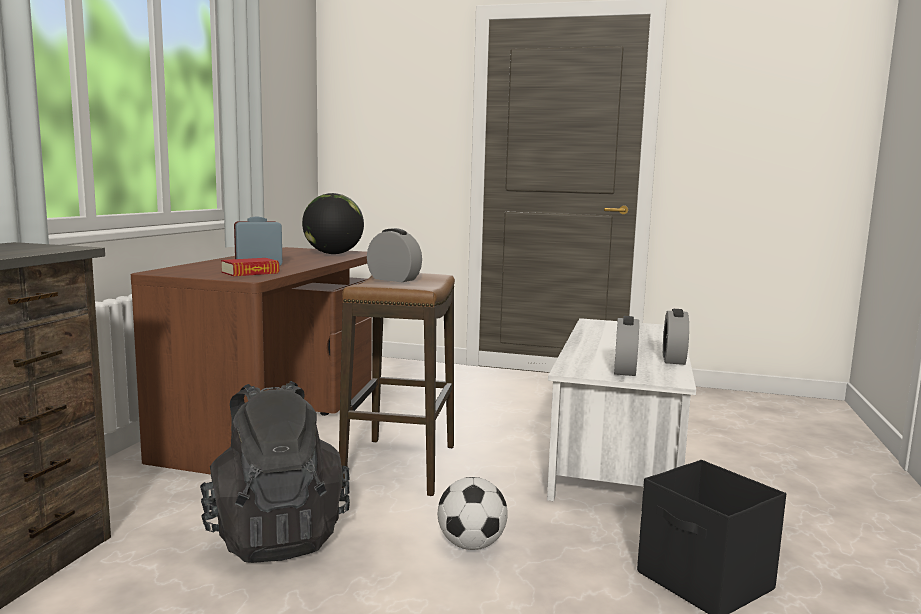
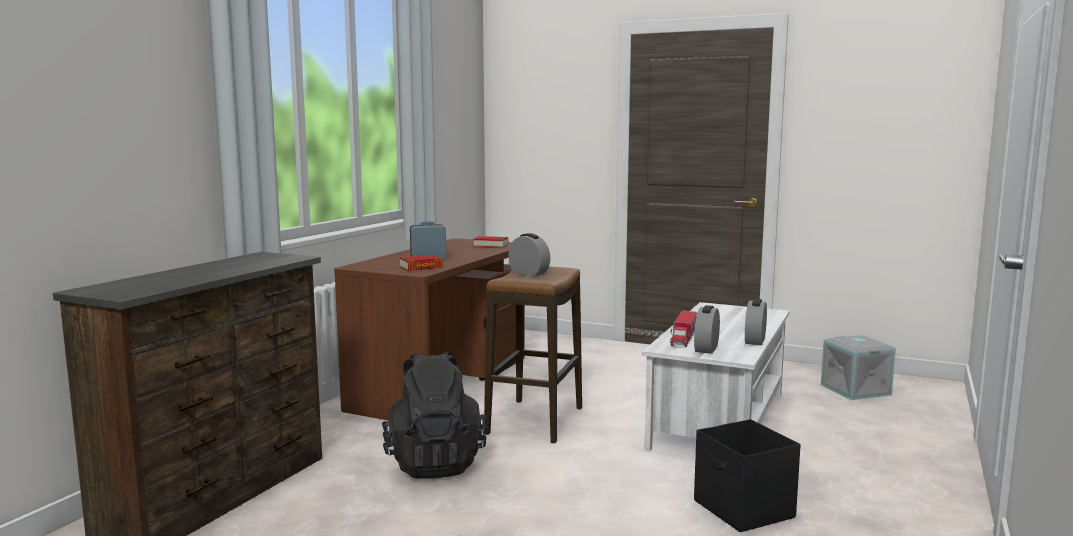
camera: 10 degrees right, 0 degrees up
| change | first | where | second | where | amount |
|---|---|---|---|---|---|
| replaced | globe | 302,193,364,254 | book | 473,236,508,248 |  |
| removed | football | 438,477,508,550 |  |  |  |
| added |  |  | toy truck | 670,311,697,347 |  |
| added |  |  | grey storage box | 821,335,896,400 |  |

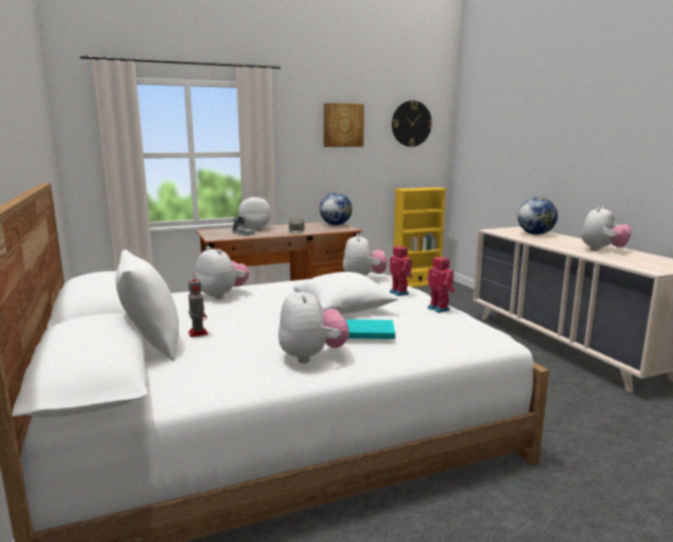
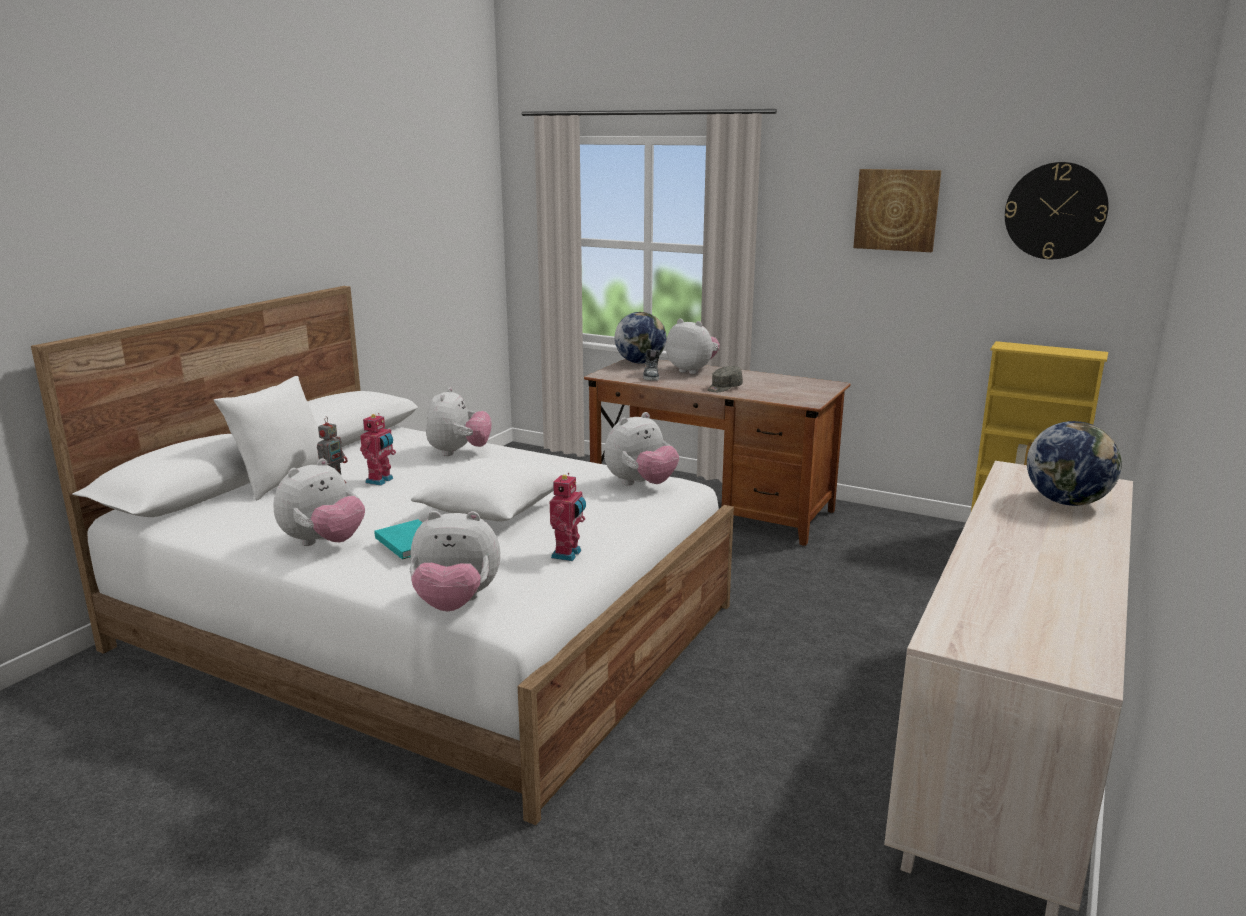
camera: 50 degrees right, 5 degrees up
| change | first | where | second | where | amount |
|---|---|---|---|---|---|
| moved | globe | 320,193,352,225 |  | 615,312,666,364 |  |
| moved | toy robot | 389,245,413,296 |  | 360,413,396,486 |  |
| moved | plush toy | 581,206,631,251 |  | 410,511,500,611 |  |

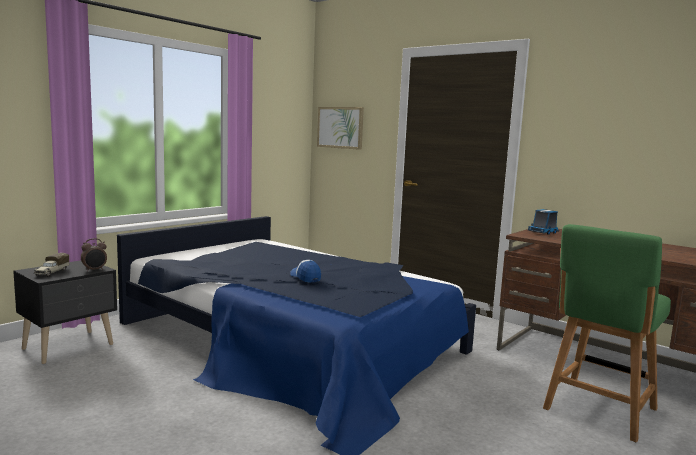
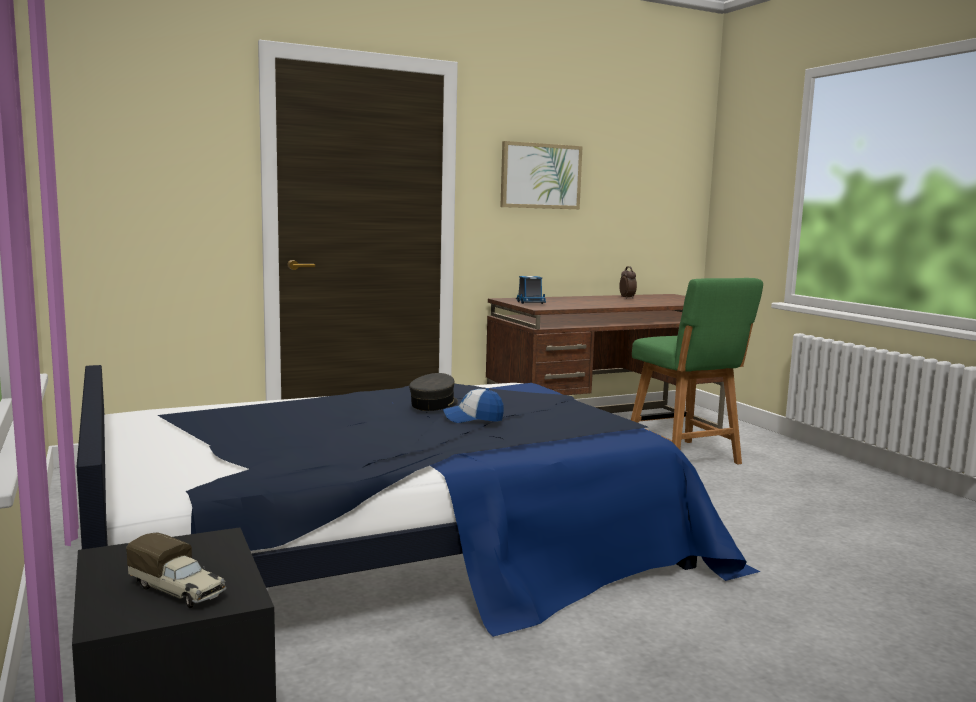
camera: 65 degrees left, 0 degrees up
| change | first | where | second | where | amount |
|---|---|---|---|---|---|
| moved | alarm clock | 81,238,107,272 |  | 619,266,637,299 |  |
| moved | picture | 317,107,364,150 |  | 500,141,583,209 |  |
| added |  |  | grey cap | 409,373,458,411 |  |

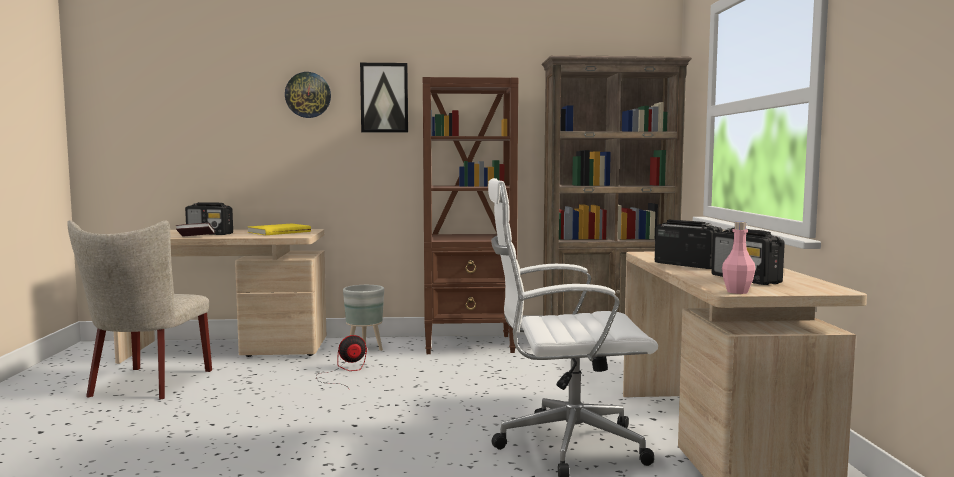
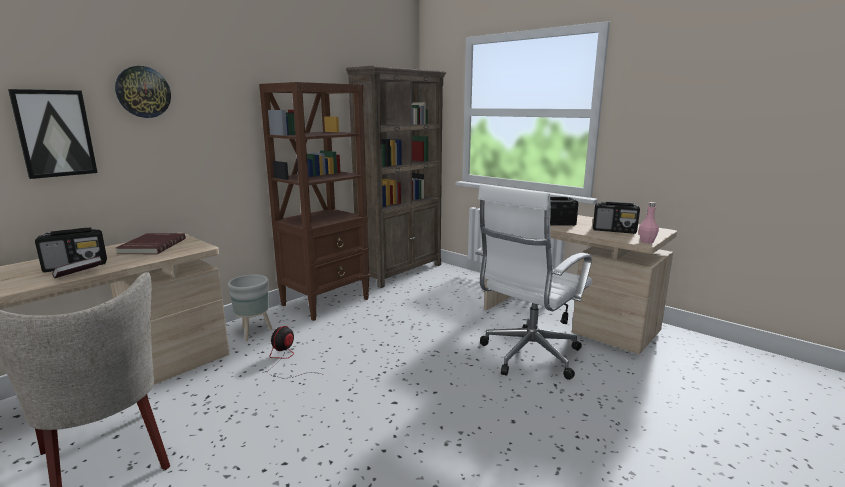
camera: 45 degrees left, 10 degrees up
| change | first | where | second | where | amount |
|---|---|---|---|---|---|
| recoloured | yellow book | 248,223,311,235 | red book | 116,233,186,254 |  |
| moved | picture | 360,63,408,133 |  | 8,89,98,179 |  |

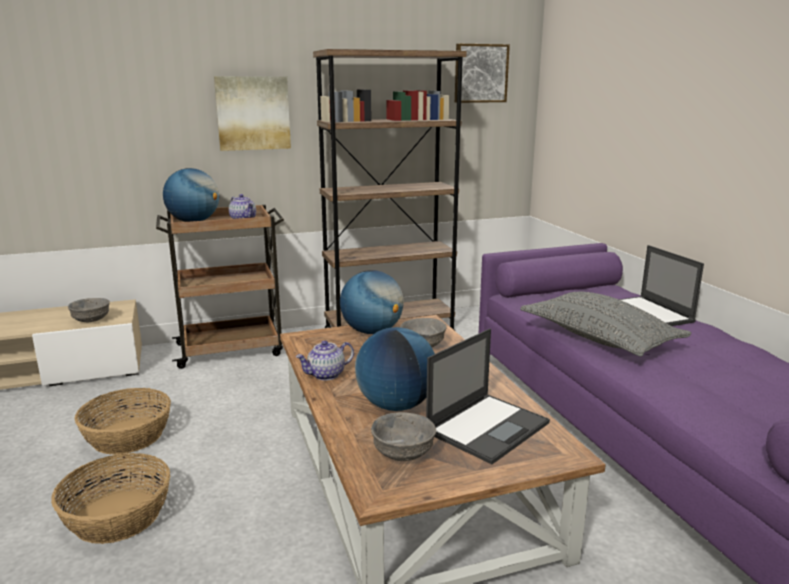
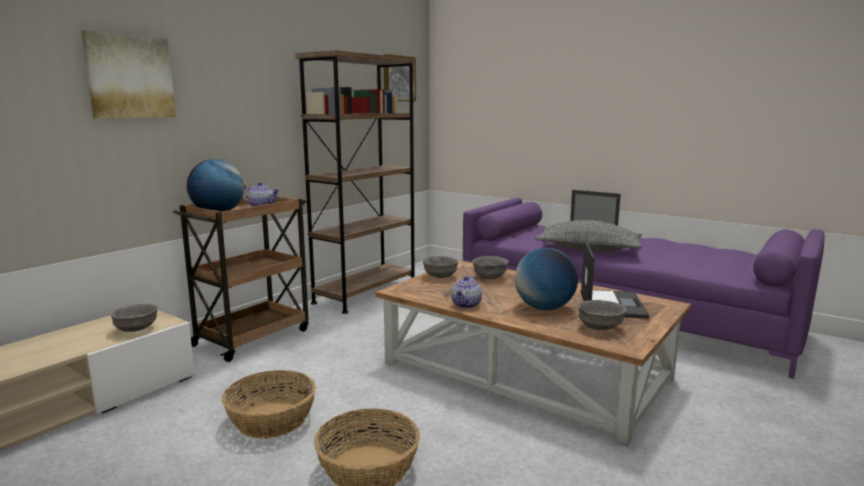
camera: 35 degrees left, 5 degrees down
| change | first | where | second | where | amount |
|---|---|---|---|---|---|
| moved | picture | 214,76,291,151 |  | 81,30,176,119 |  |
| replaced | globe | 340,270,404,334 | grey bowl | 423,256,458,278 |  |

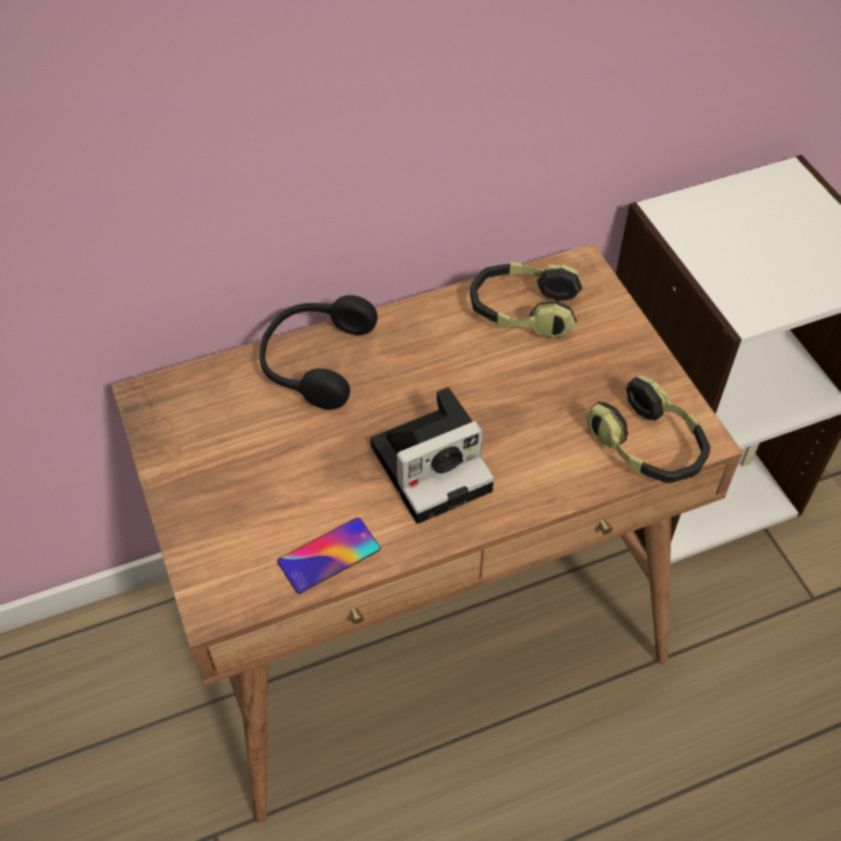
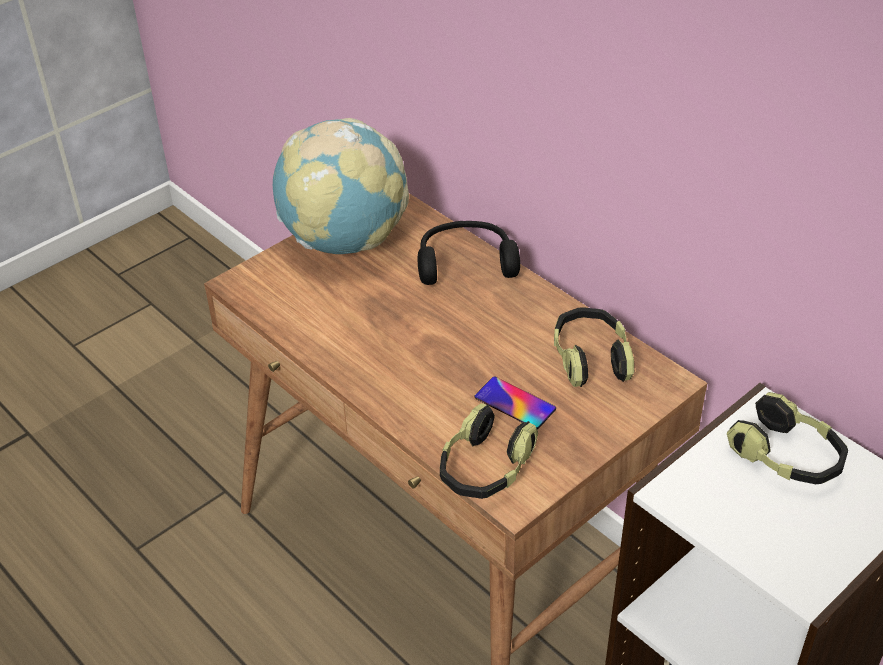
camera: 70 degrees right, 10 degrees down
| change | first | where | second | where | amount |
|---|---|---|---|---|---|
| moved | phone | 277,517,380,594 |  | 474,377,556,429 |  |
| removed | photo camera | 370,387,494,524 |  |  |  |
| added |  |  | globe | 273,118,409,254 |  |
| added |  |  | headphones | 727,392,848,484 |  |

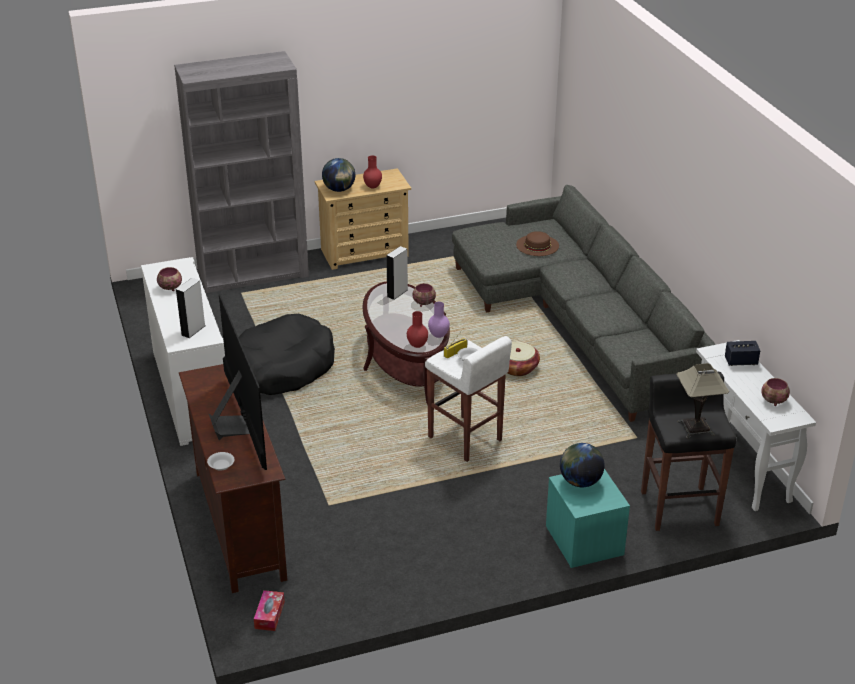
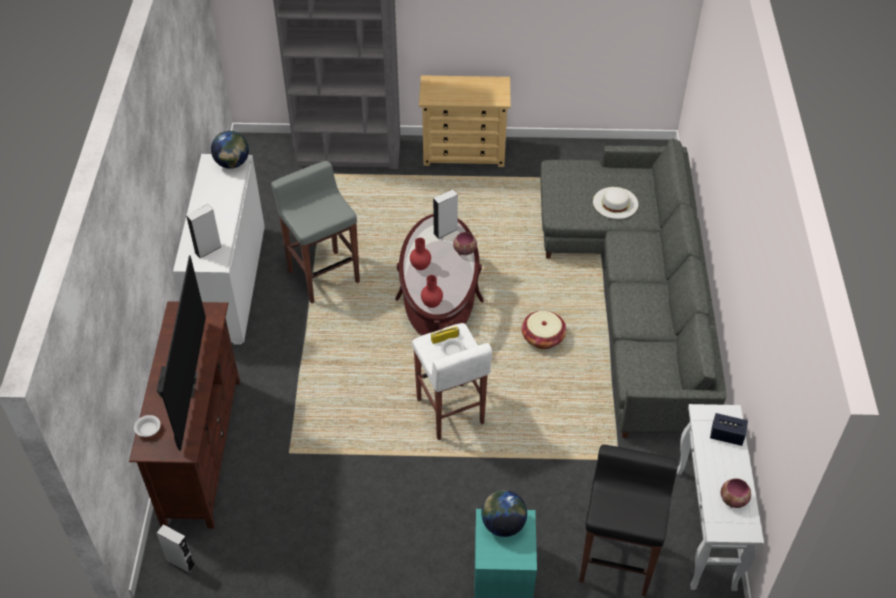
camera: 20 degrees right, 15 degrees up
| change | first | where | second | where | amount |
|---|---|---|---|---|---|
| removed | bowl | 157,267,182,291 |  |  |  |
| replaced | black dog bed | 239,314,335,395 | grey stool | 271,161,360,304 |  |
| replaced | tissue box | 254,590,285,631 | grey speaker | 156,525,196,573 |  |
| moved | globe | 322,158,355,192 |  | 211,131,249,169 |  |
| moved | red vase | 363,155,382,189 |  | 410,238,431,270 |  |
| removed | purple vase | 428,302,450,338 |  |  |  |
| recoloured | brown hat | 516,231,559,256 | white hat | 593,187,638,219 |  |
| removed | table lamp | 676,363,729,439 |  |  |  |

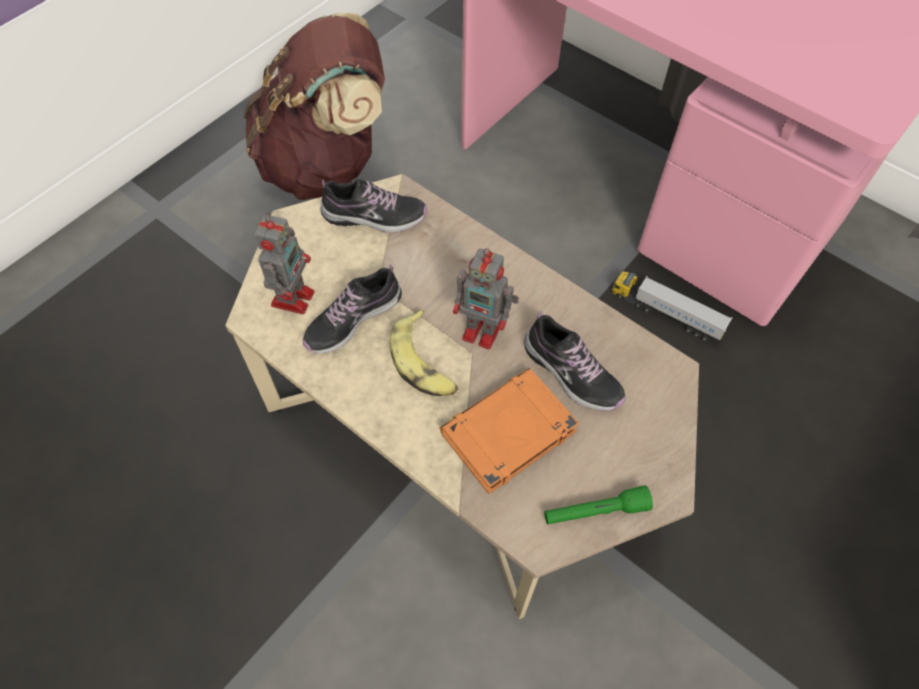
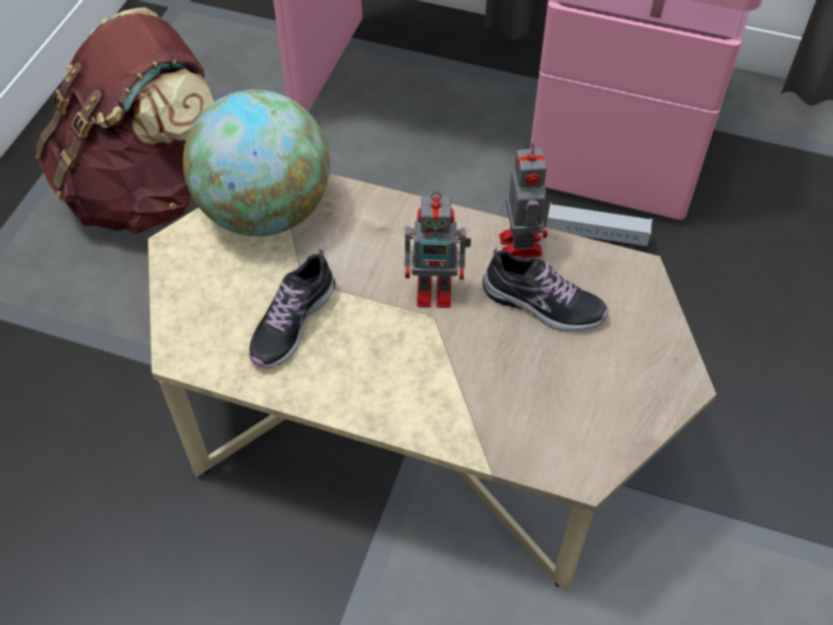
camera: 20 degrees left, 5 degrees down
| change | first | where | second | where | amount |
|---|---|---|---|---|---|
| moved | toy robot | 254,213,315,314 |  | 499,144,547,258 |  |
| replaced | shoe | 321,179,427,233 | globe | 183,90,330,237 |  |
| removed | banana | 390,310,459,396 |  |  |  |
| removed | orange book | 440,368,579,494 |  |  |  |
| removed | green flashlight | 544,485,653,524 |  |  |  |

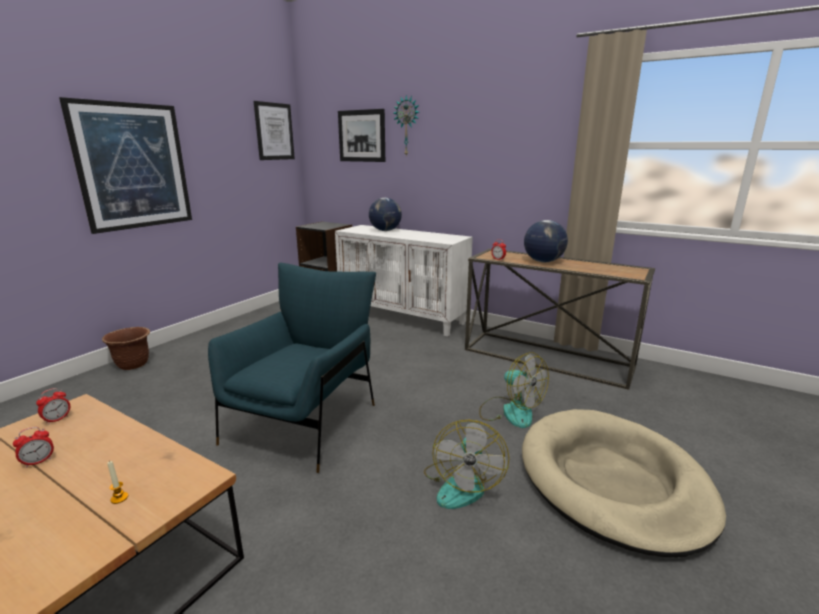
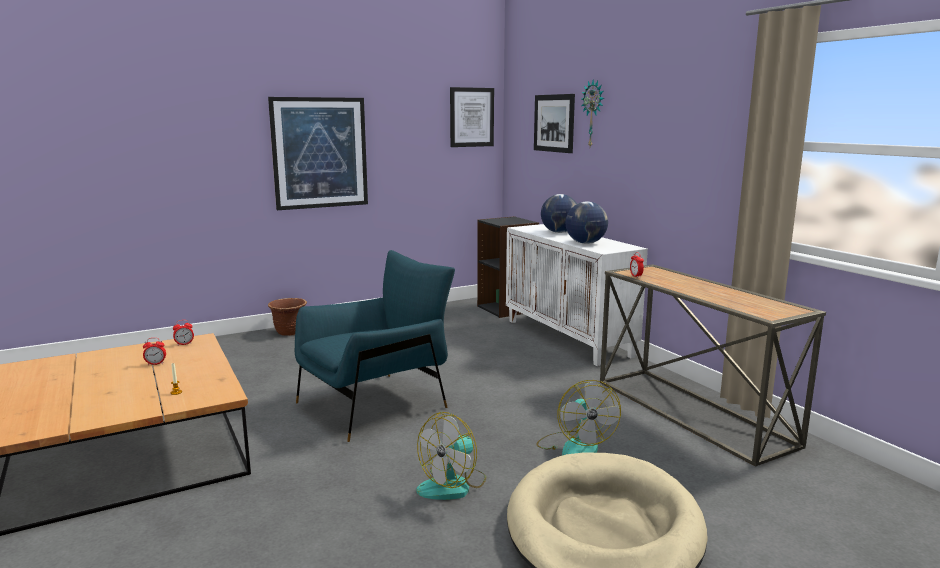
camera: 30 degrees right, 5 degrees down
| change | first | where | second | where | amount |
|---|---|---|---|---|---|
| moved | globe | 524,220,568,262 |  | 565,201,608,244 |  |

